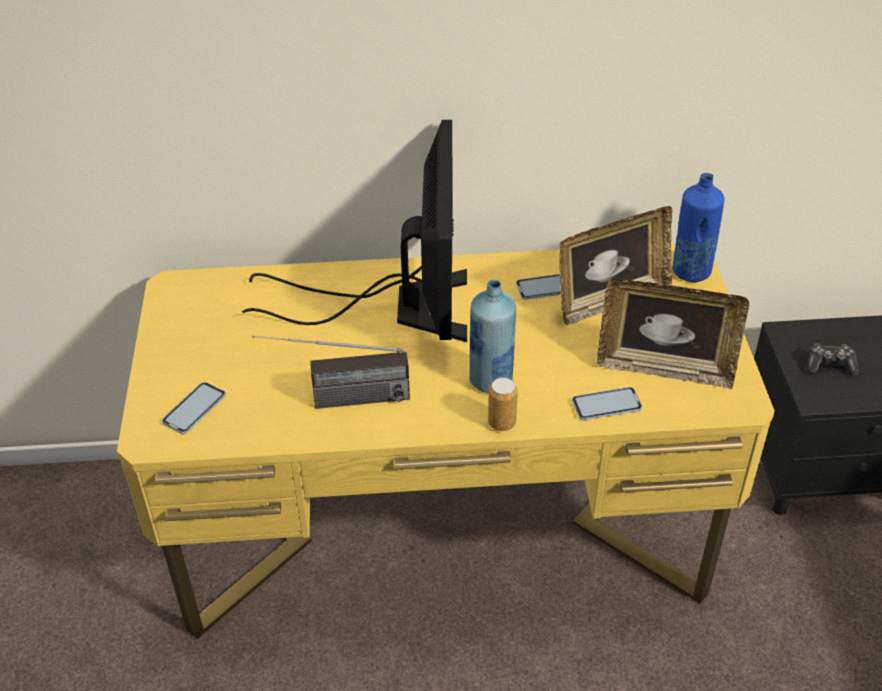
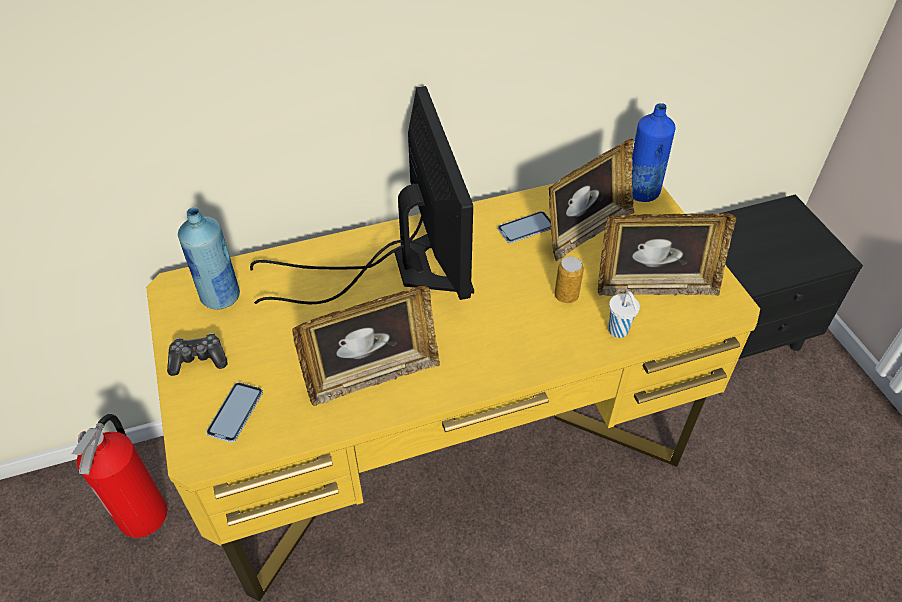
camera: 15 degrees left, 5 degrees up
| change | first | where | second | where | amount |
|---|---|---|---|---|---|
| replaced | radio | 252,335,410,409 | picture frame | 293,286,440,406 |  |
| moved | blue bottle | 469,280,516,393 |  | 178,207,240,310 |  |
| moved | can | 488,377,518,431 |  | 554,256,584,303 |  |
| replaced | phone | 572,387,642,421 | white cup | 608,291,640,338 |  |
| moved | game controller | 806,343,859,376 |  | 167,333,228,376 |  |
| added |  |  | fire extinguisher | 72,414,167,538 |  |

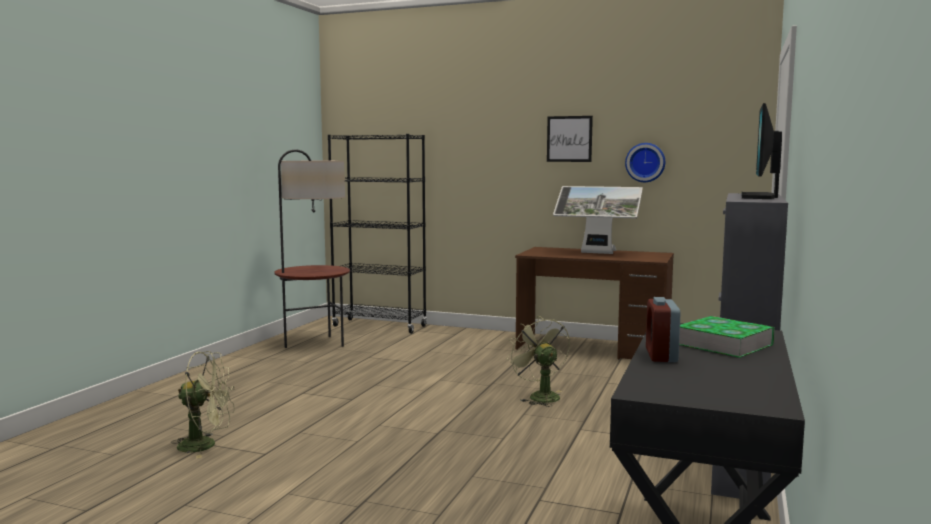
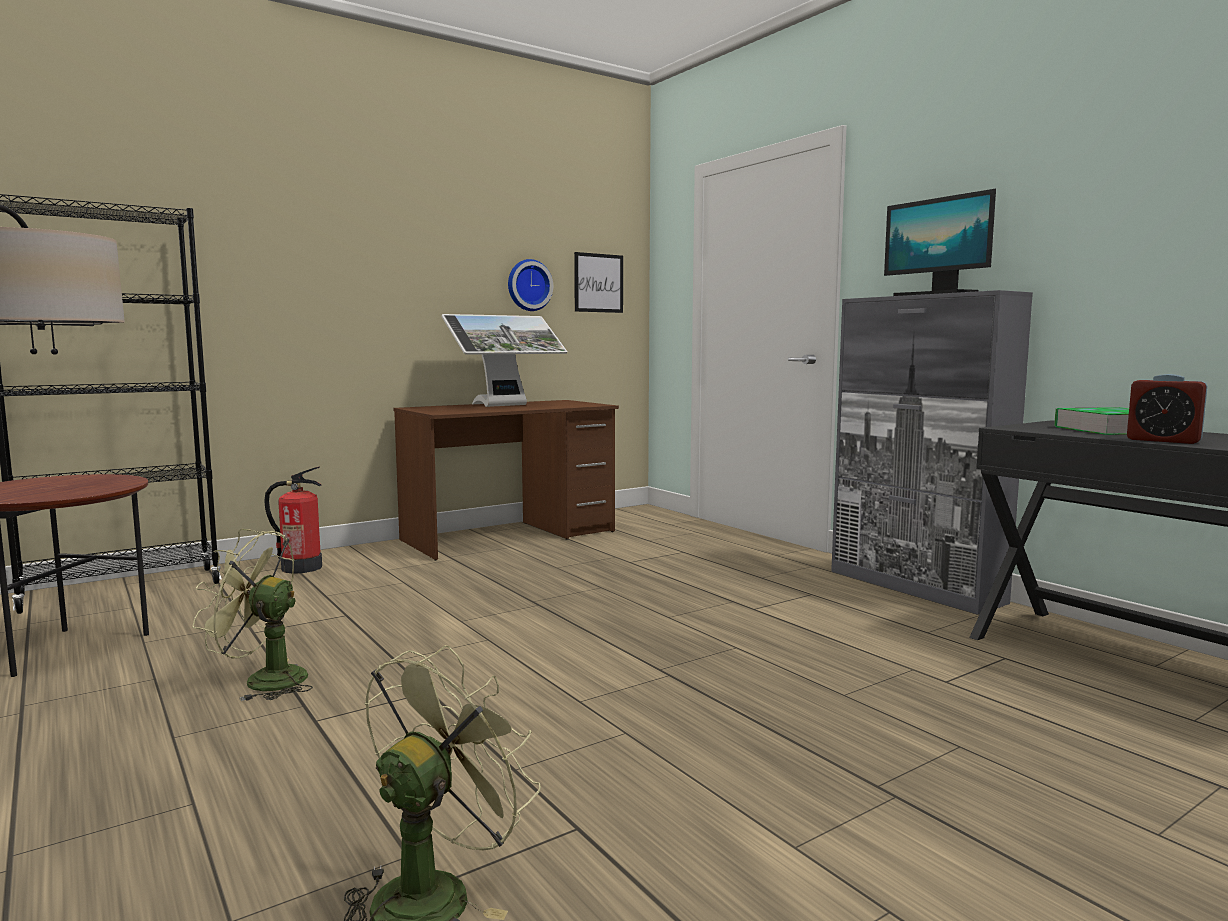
camera: 55 degrees left, 0 degrees up
| change | first | where | second | where | amount |
|---|---|---|---|---|---|
| moved | green fan | 507,316,570,407 |  | 193,529,313,701 |  |
| moved | picture | 547,116,593,162 |  | 574,252,623,313 |  |
| added |  |  | fire extinguisher | 264,467,322,574 |  |

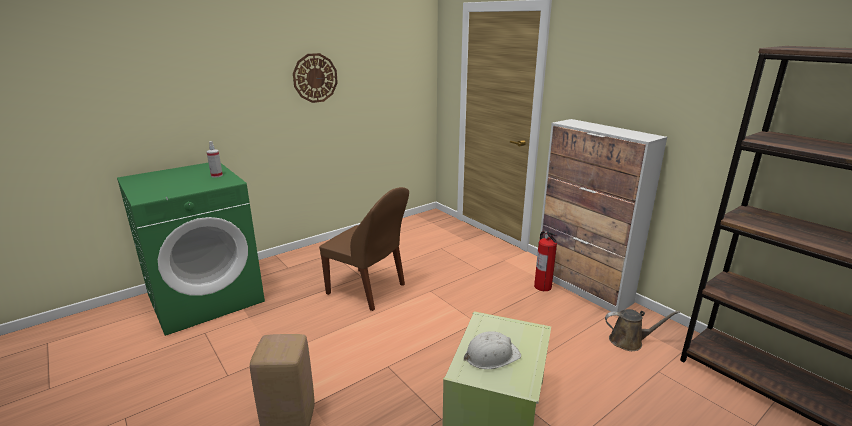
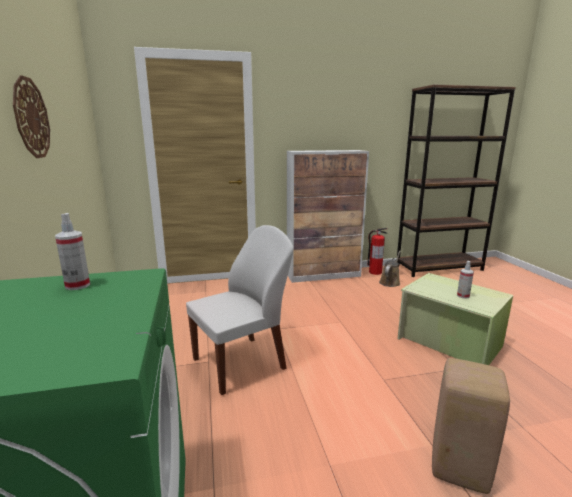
camera: 65 degrees left, 5 degrees down
| change | first | where | second | where | amount |
|---|---|---|---|---|---|
| recoloured | brown chair | 319,187,409,311 | white chair | 186,225,294,395 |  |
| replaced | white hard hat | 464,331,521,369 | spray bottle | 457,261,474,299 |  |
| moved | fire extinguisher | 534,231,557,291 |  | 368,228,388,275 |  |

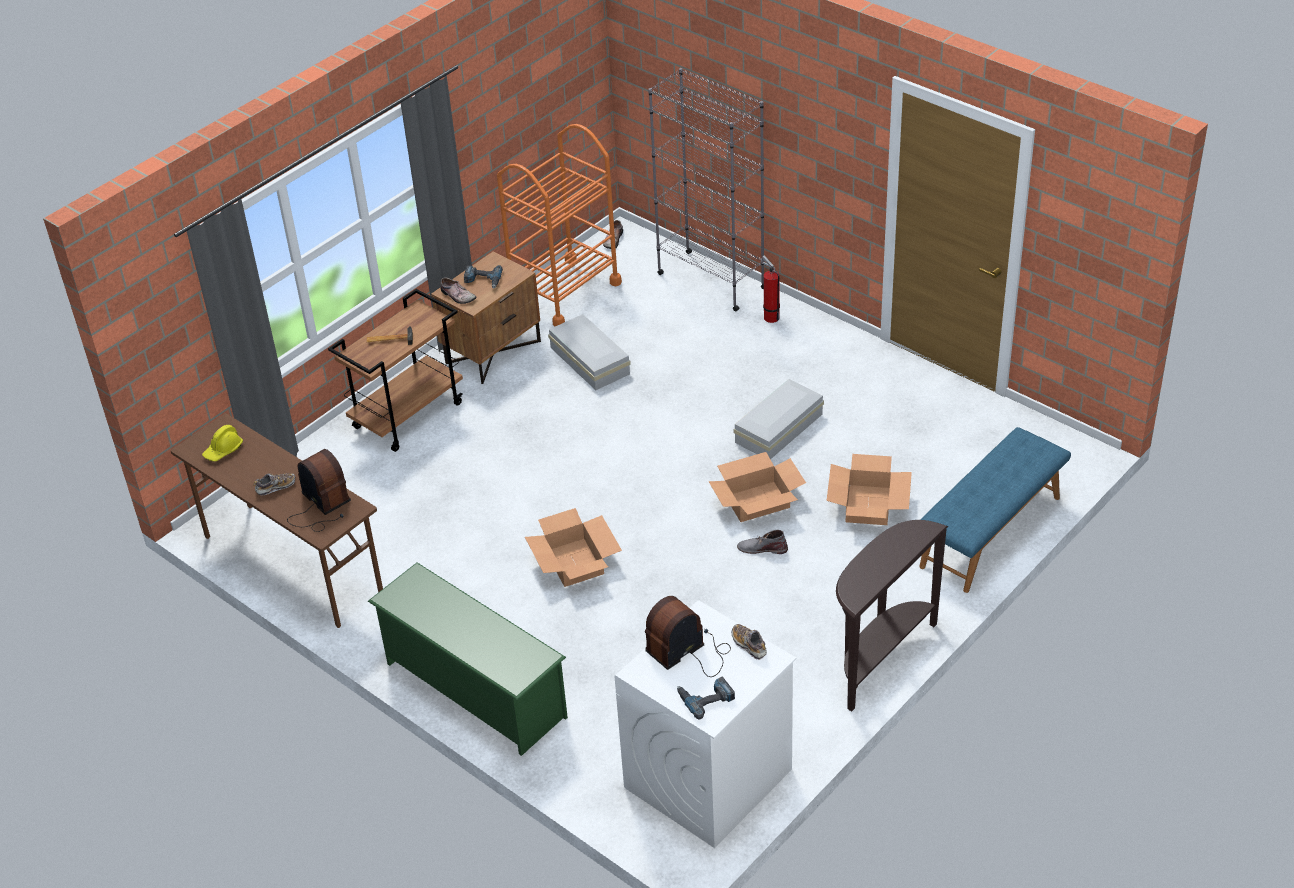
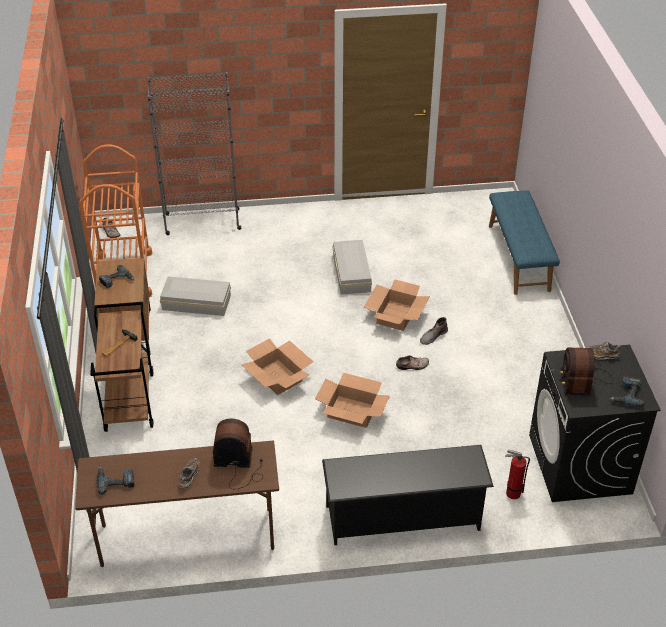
camera: 50 degrees left, 0 degrees up
| change | first | where | second | where | amount |
|---|---|---|---|---|---|
| replaced | yellow hard hat | 202,425,243,462 | power drill | 97,467,135,495 |  |
| recoloured | green shoe rack | 368,563,568,756 | black shoe rack | 322,445,494,545 |  |
| moved | shoe | 440,278,477,304 |  | 396,355,429,370 |  |
| recoloured | white washing machine | 614,600,796,848 | black washing machine | 529,345,661,502 |  |
| moved | fire extinguisher | 762,255,780,323 |  | 505,449,530,499 |  |
| moved | cardboard box | 827,454,912,525 |  | 242,338,314,395 |  |
| removed | brown console table | 836,520,948,711 |  |  |  |

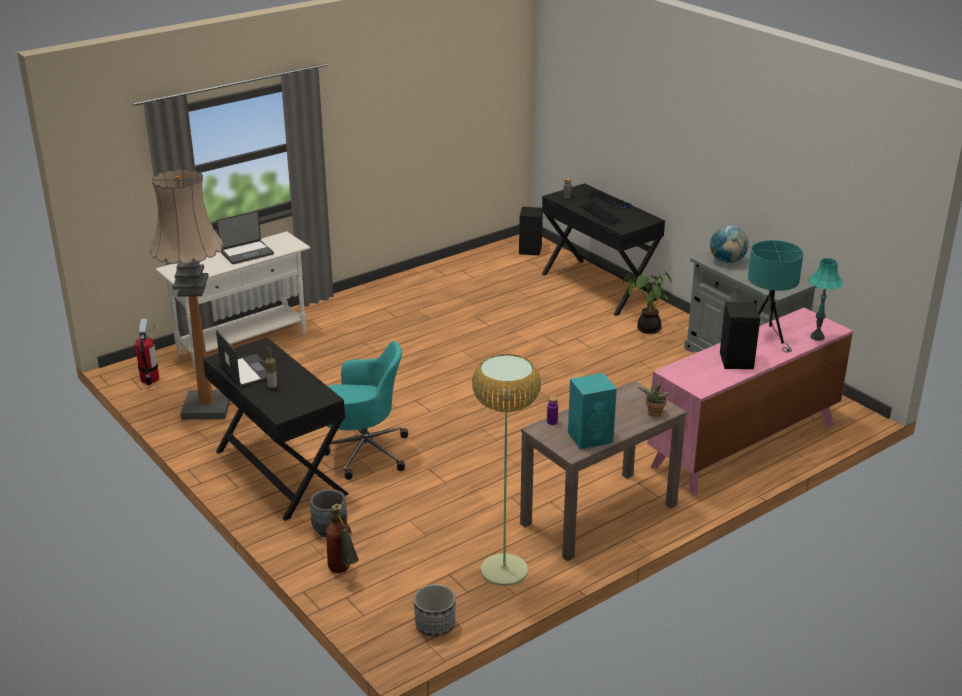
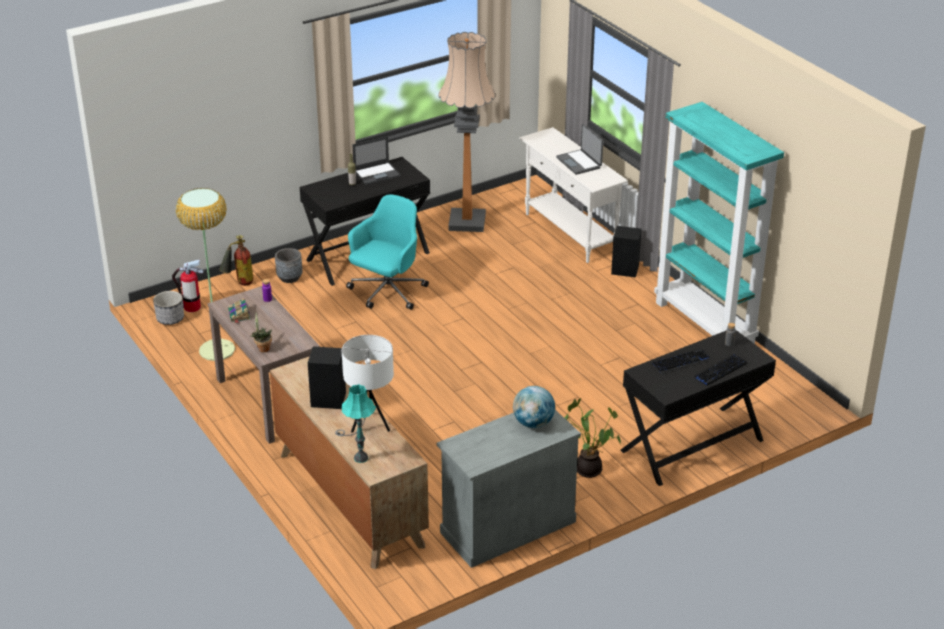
camera: 95 degrees right, 5 degrees up
| change | first | where | second | where | amount |
|---|---|---|---|---|---|
| moved | fire extinguisher | 135,319,159,385 |  | 172,259,203,312 |  |
| turned | turquoise office chair | 324,341,408,480 |  | 346,195,429,310 | 150 degrees counterclockwise |
| moved | black speaker | 519,207,543,256 |  | 611,226,642,277 |  |
| replaced | turquoise speaker | 568,373,617,449 | book | 228,297,250,323 |  |
| recoloured | pink dresser | 647,308,853,495 | brown dresser | 270,356,429,569 |  |
| recoloured | turquoise table lamp | 748,240,803,352 | white table lamp | 335,335,394,436 |  |
| added |  |  | turquoise bookcase | 654,102,784,344 |  |

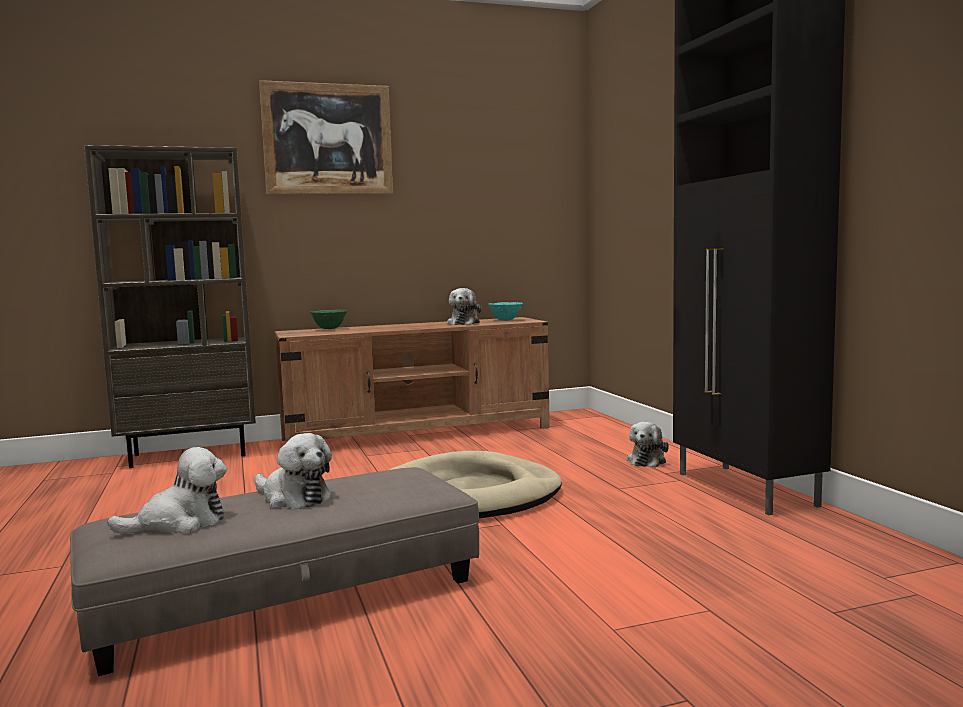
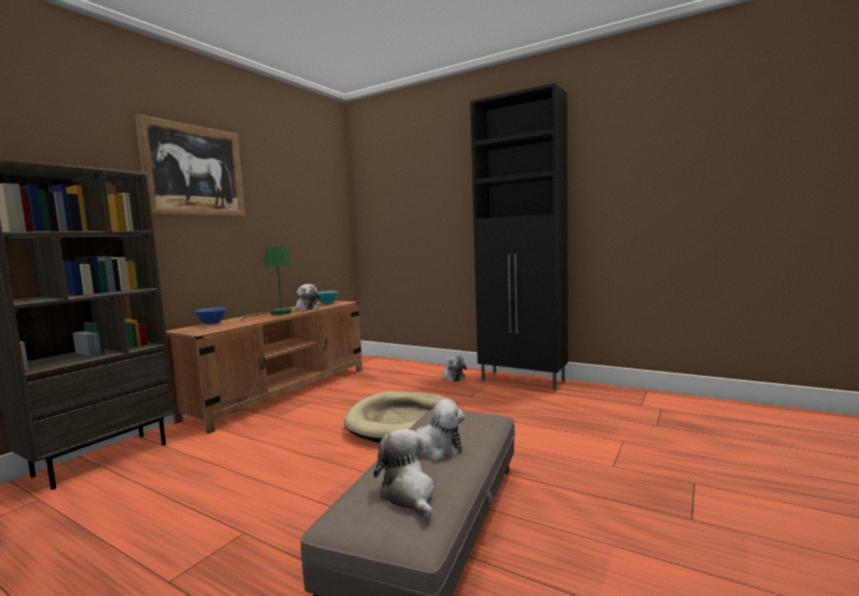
camera: 40 degrees left, 0 degrees up
| change | first | where | second | where | amount |
|---|---|---|---|---|---|
| turned | plush toy | 107,447,227,534 |  | 374,429,434,519 | 45 degrees counterclockwise |
| recoloured | green bowl | 310,310,347,329 | blue bowl | 195,307,227,324 |  |
| added |  |  | green table lamp | 241,246,292,321 |  |

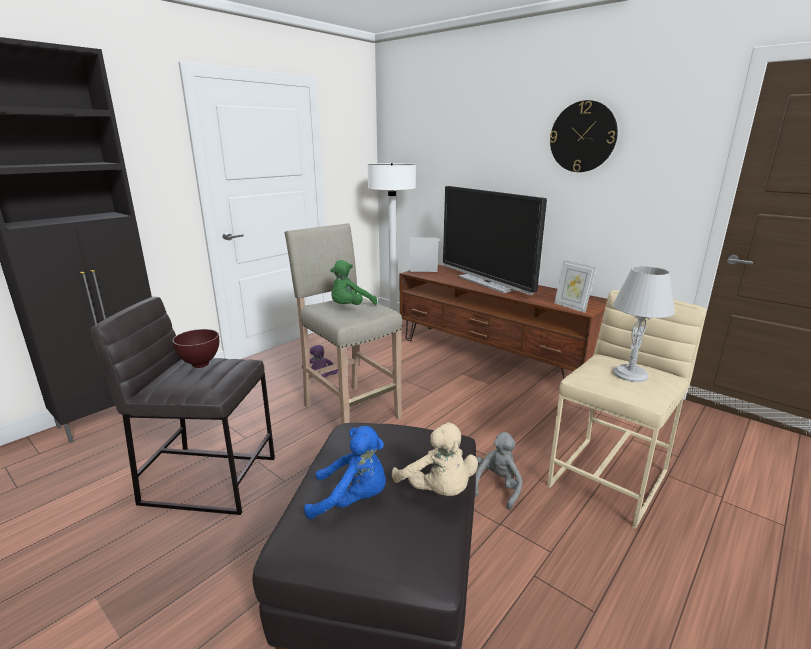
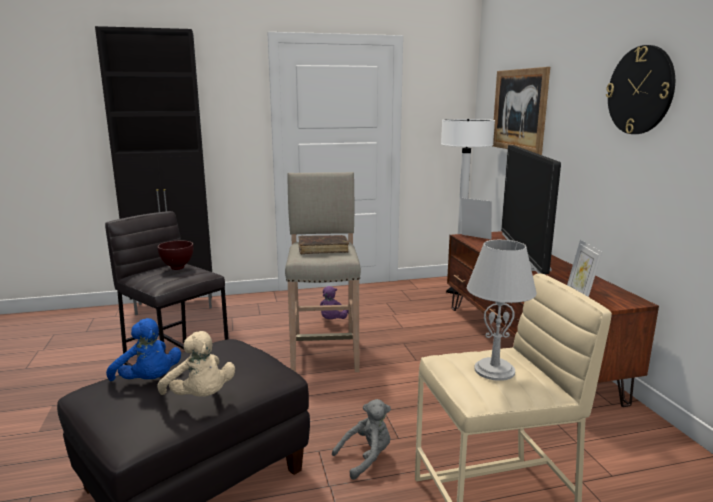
camera: 35 degrees right, 5 degrees down
| change | first | where | second | where | amount |
|---|---|---|---|---|---|
| replaced | green plush toy | 330,260,377,305 | brown book | 299,235,349,254 |  |
| turned | beige plush toy | 392,422,478,496 |  | 157,331,235,396 | 45 degrees counterclockwise |
| added |  |  | picture | 493,67,550,155 |  |

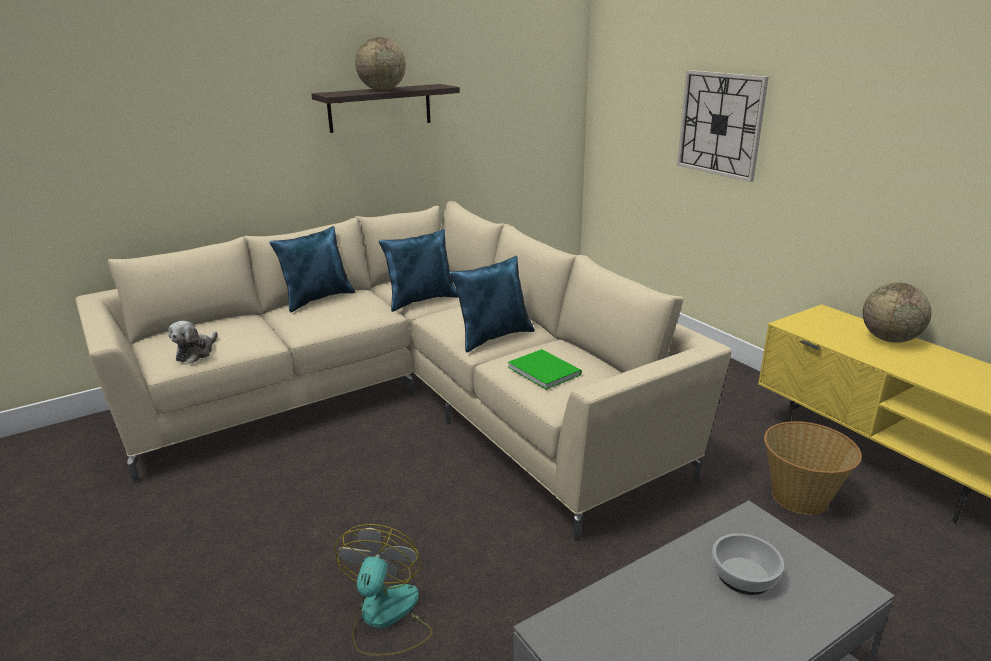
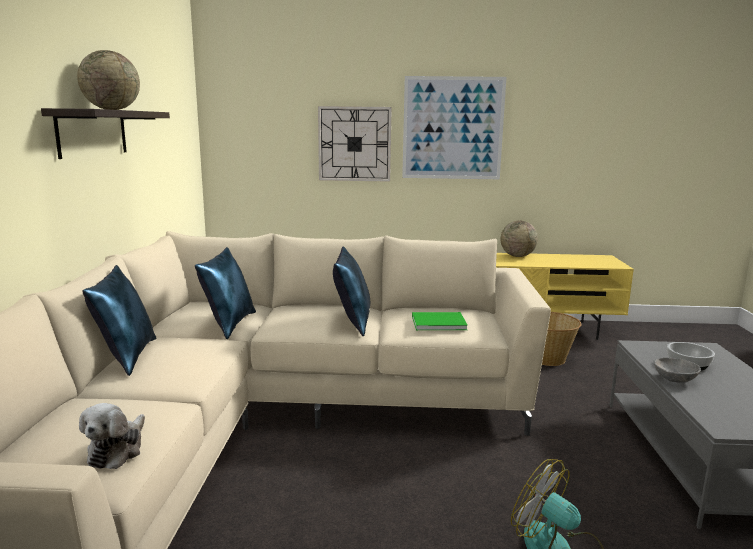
camera: 55 degrees left, 10 degrees down
| change | first | where | second | where | amount |
|---|---|---|---|---|---|
| turned | plush toy | 168,321,218,363 |  | 79,403,145,469 | 45 degrees clockwise |
| added |  |  | picture | 402,76,506,179 |  |
| added |  |  | grey bowl | 654,358,701,383 |  |

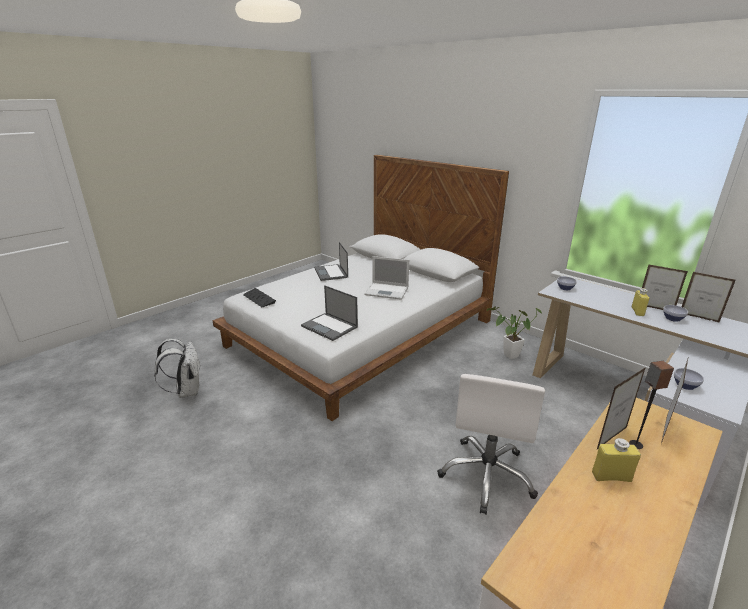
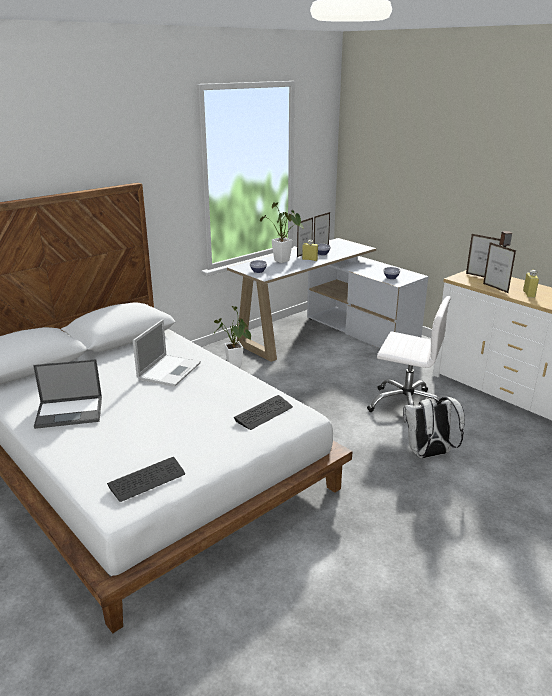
camera: 85 degrees left, 0 degrees up
| change | first | where | second | where | amount |
|---|---|---|---|---|---|
| moved | white backpack | 154,339,200,398 |  | 403,397,465,458 |  |
| replaced | laptop | 301,285,358,341 | keyboard | 234,395,293,430 |  |
| added |  |  | potted plant | 260,202,304,263 |  |

